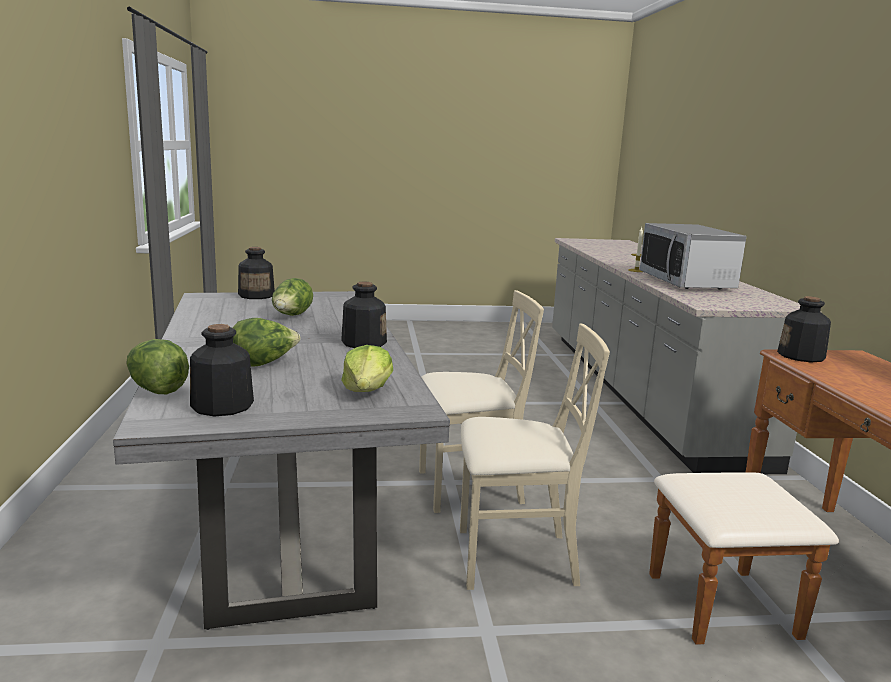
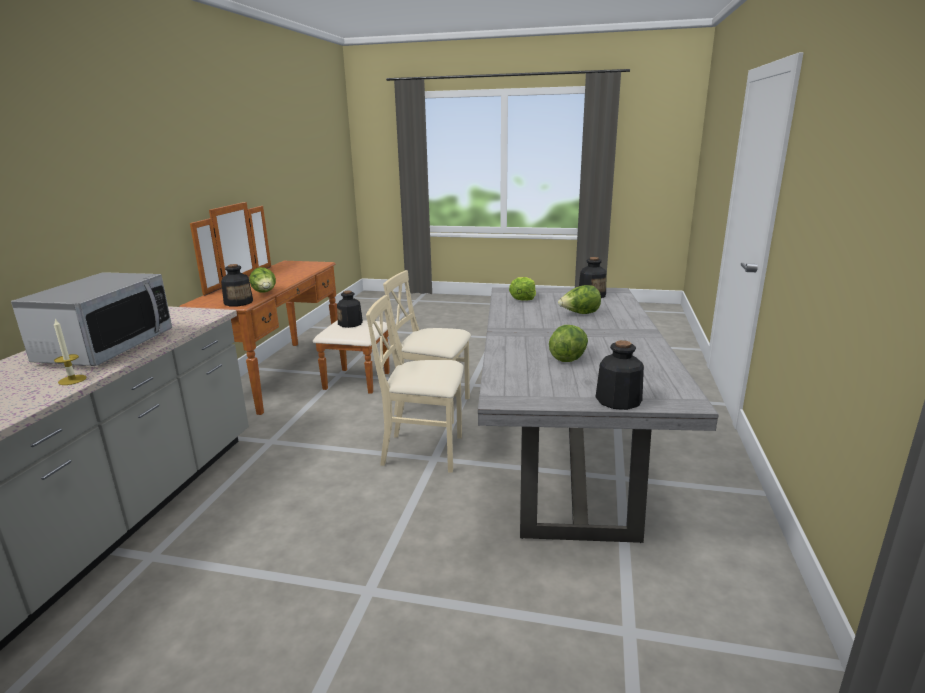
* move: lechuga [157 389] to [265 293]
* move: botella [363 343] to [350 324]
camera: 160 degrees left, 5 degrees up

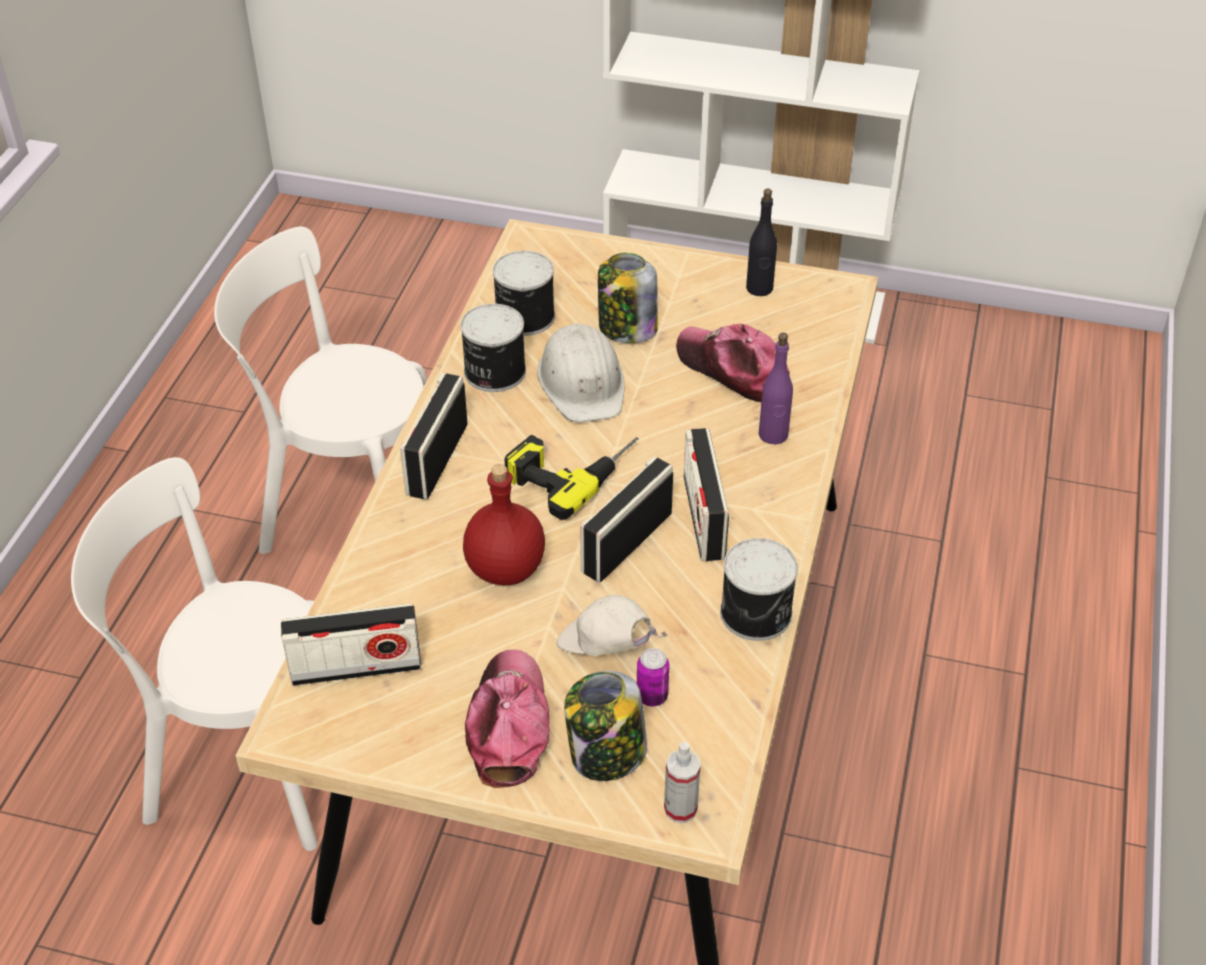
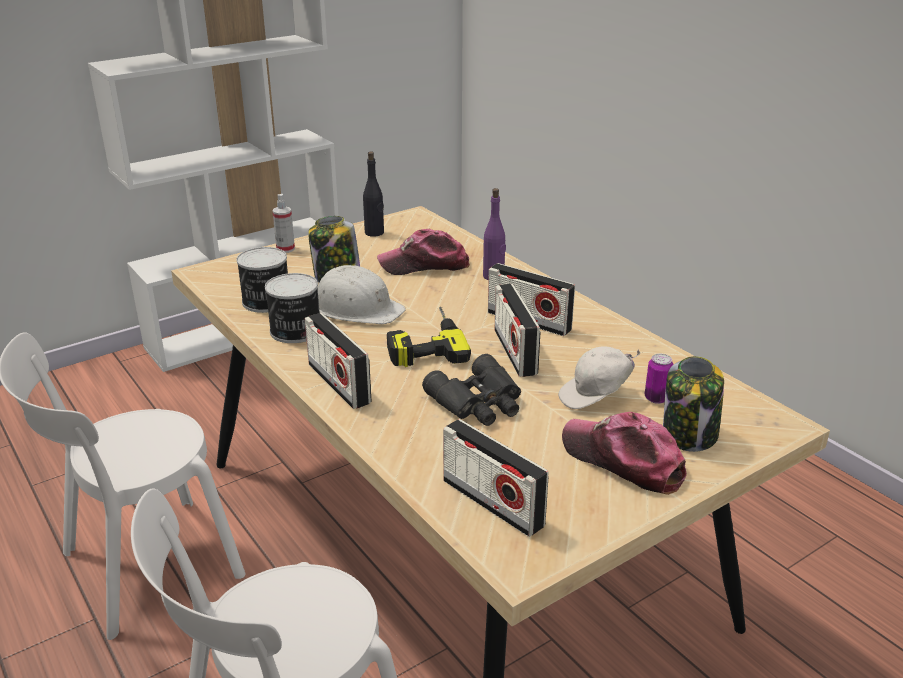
* rotate: radio [356 668] = [492 503] 105 degrees clockwise
* replace: botella [rojo] [504 570] to prismáticos [negro] [479 402]
* move: pulverizador [680 809] to [285 249]
* delete: lata [757 614]
camera: 50 degrees left, 15 degrees down

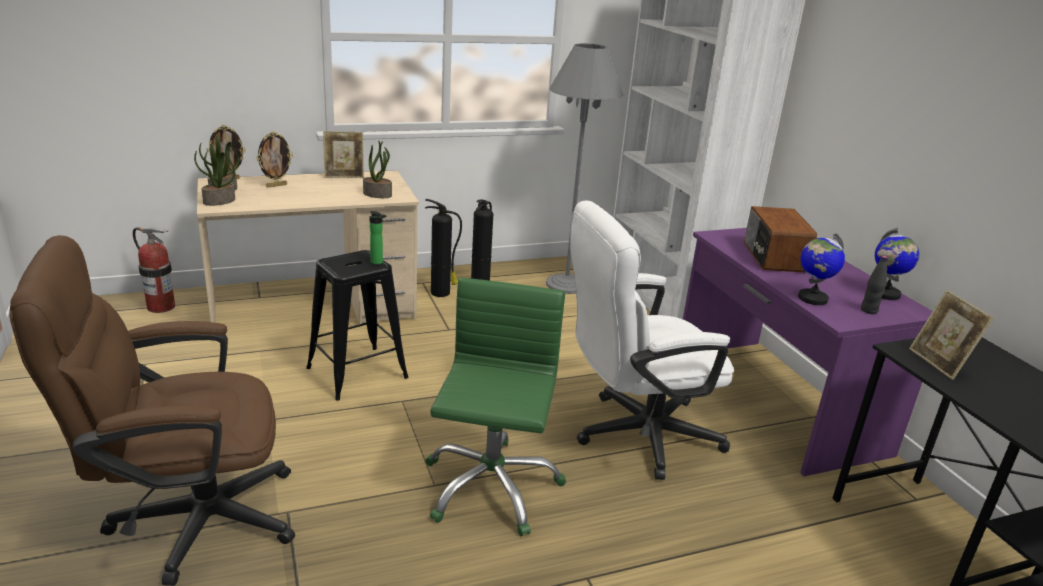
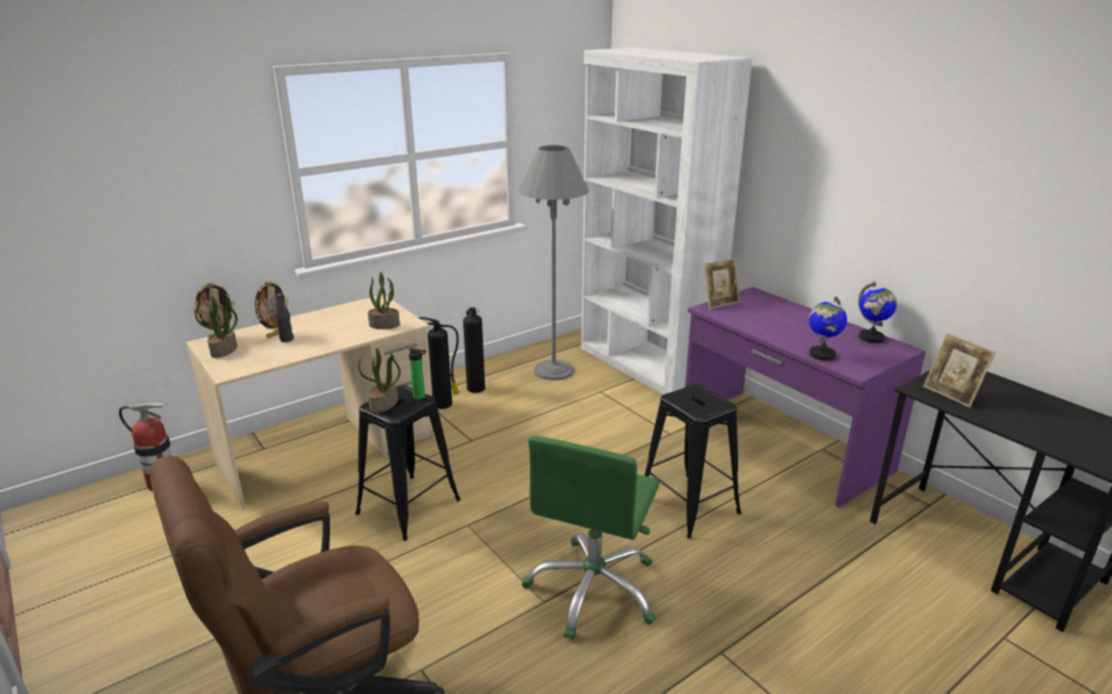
* move: planta en maceta [219 201] to [384 405]
* move: portarretratos [344 176] to [720 303]
* rotate: silla de oficina [verde] [490 486] = [594 589] 150 degrees counterclockwise
* replace: silla de oficina [blanco] [634 435] to taburete [negro] [689 505]
* delete: radio [773 257]
* move: botella [negro] [869 310] to [286 339]
camera: 15 degrees left, 0 degrees up

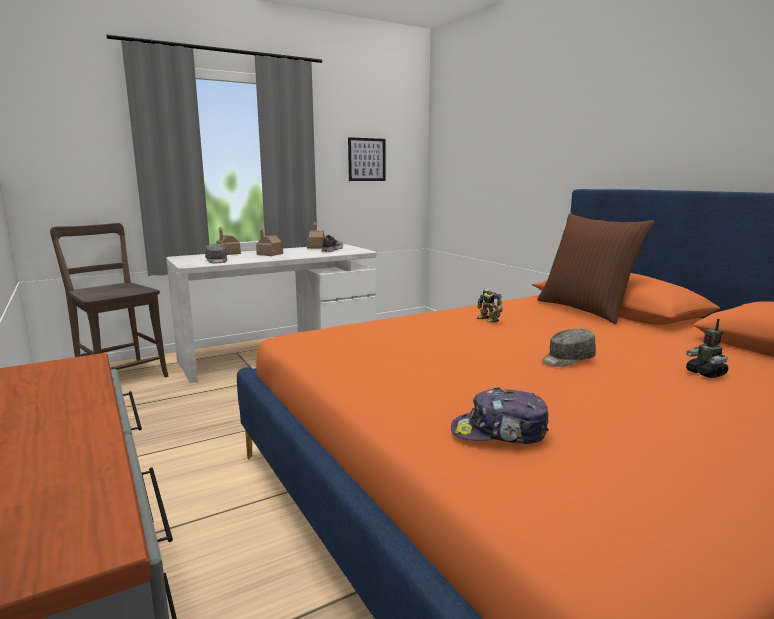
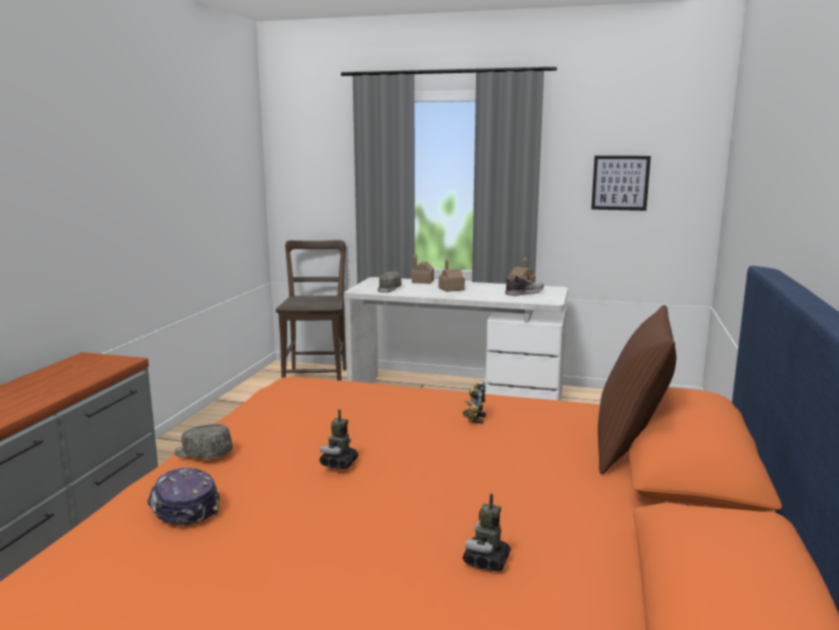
* move: gorra [gris] [567 359] to [202 454]
* insert: robot de juguete [339 463]
camera: 45 degrees right, 0 degrees up

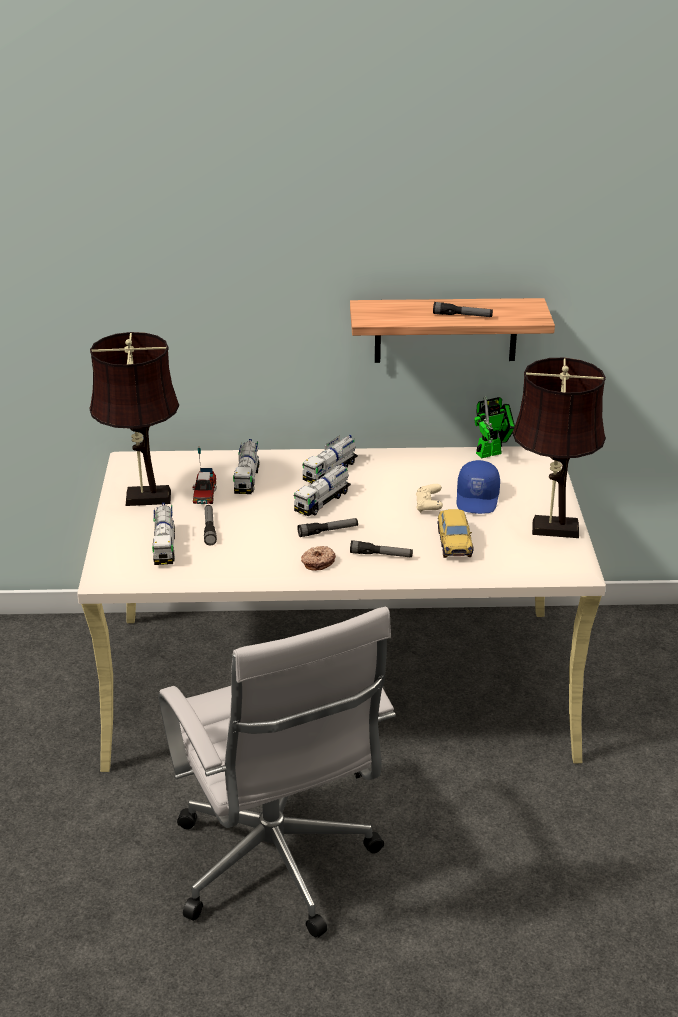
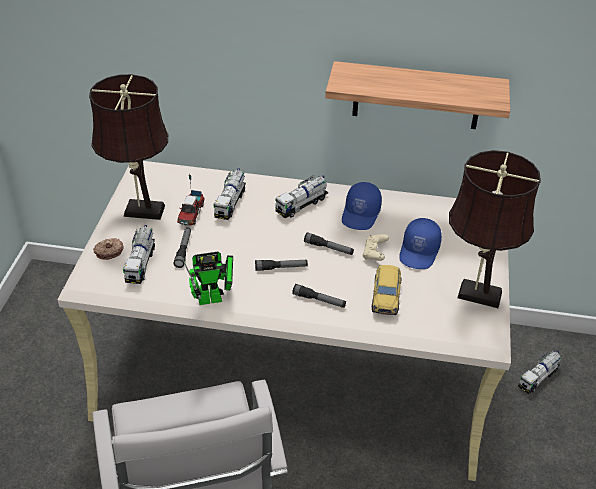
* move: camión de juguete [322 501] to [538 378]
* move: rosquilla [317 562] to [109 251]
* move: linterna [462 316] to [328 248]
* move: robot de juguete [492 452] to [214 299]
* insert: gorra [azul] [361 214]
camera: 10 degrees right, 10 degrees up

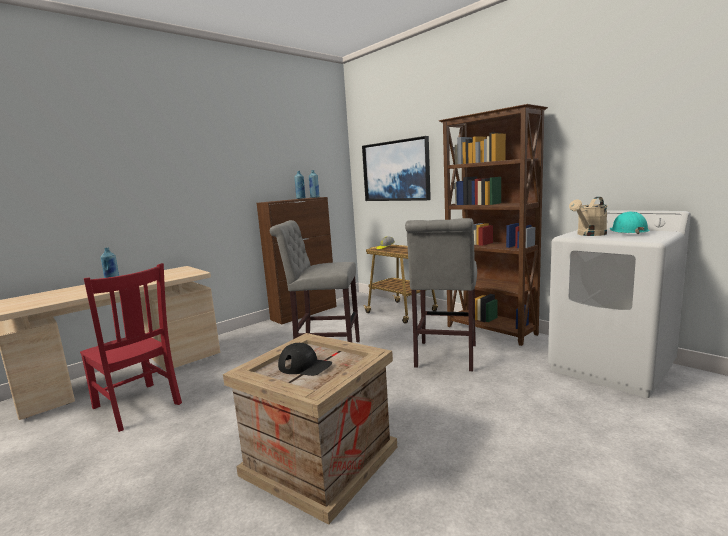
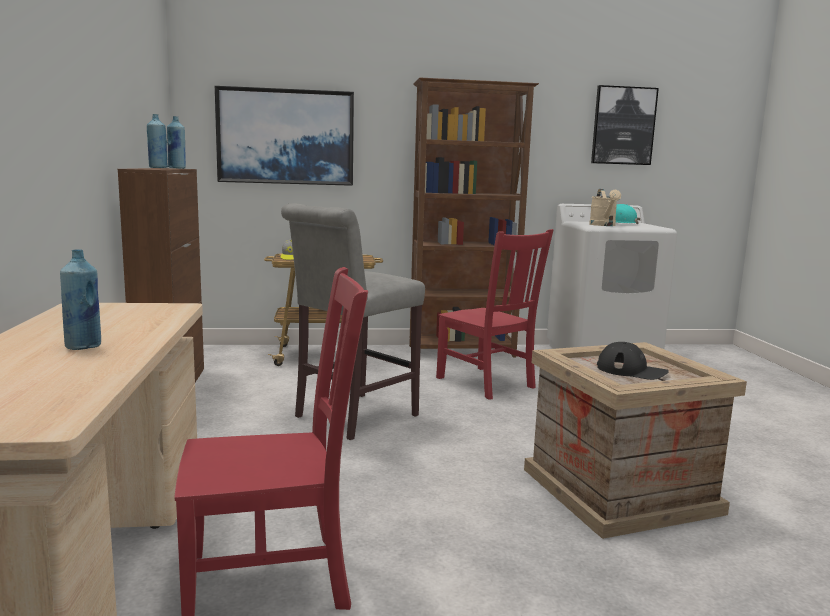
* rotate: gorra [negro] [305 366] = [631 370] 60 degrees clockwise
* replace: taburete [gris] [445 358] to silla [rojo] [487 383]
* insert: cuadro [623 126]
camera: 55 degrees left, 0 degrees up

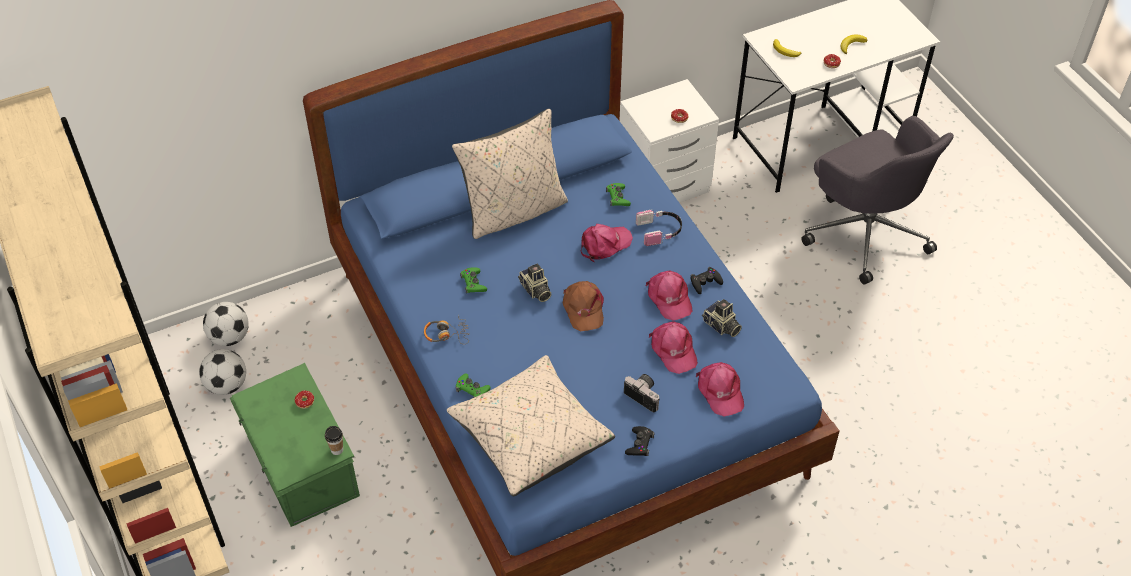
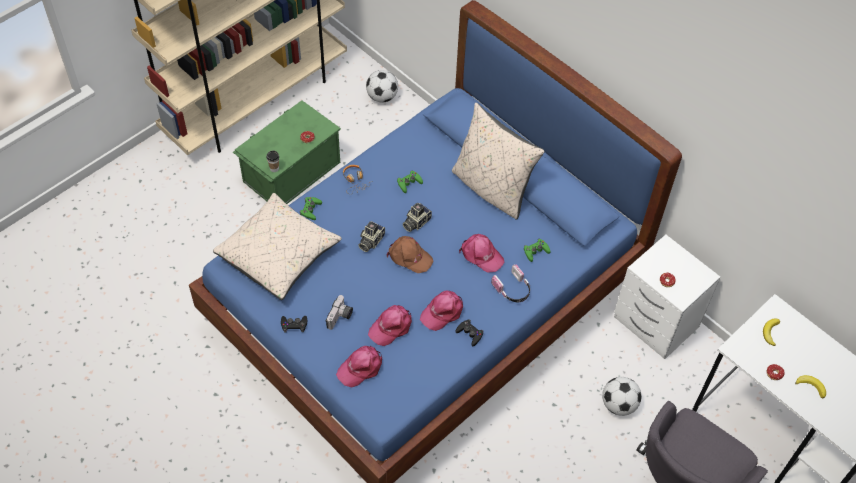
* move: balón de fútbol [227 385] to [618 404]
* rotate: gorra [marrón] [583 308] = [409 257] 120 degrees counterclockwise
* move: cámara [721 326] to [370 241]
camera: 70 degrees right, 5 degrees up

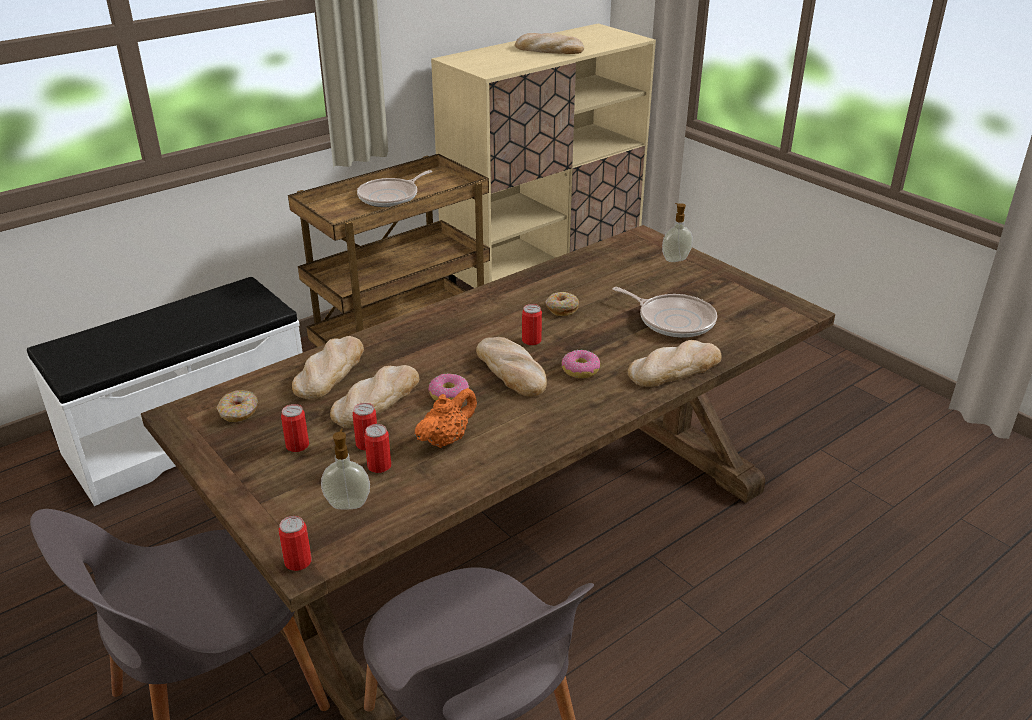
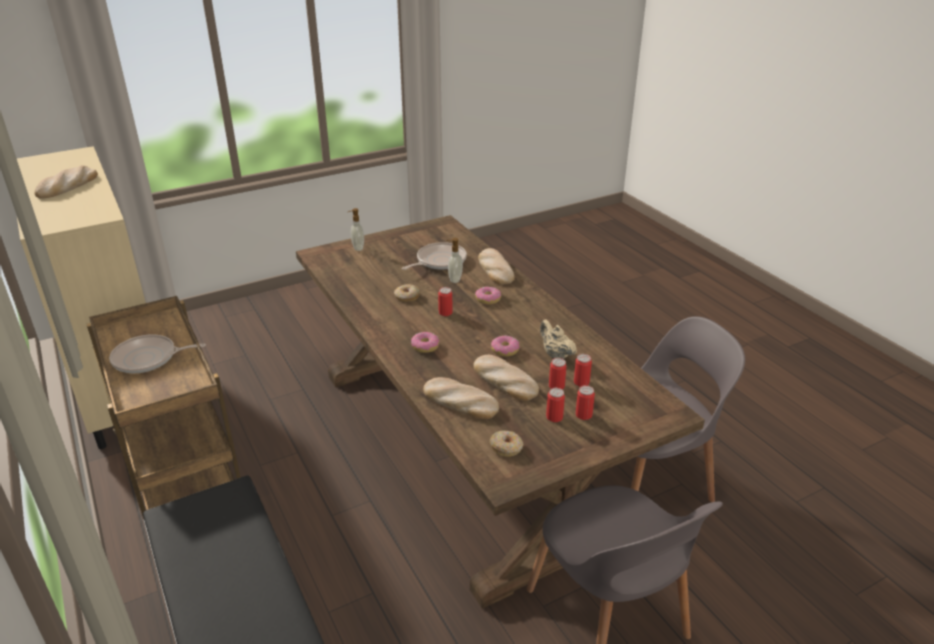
* move: lata [298 562] to [583 415]
* move: dispensador de jabón [348 503] to [454 279]
* rotate: sartén [391 197] = [148 359] 120 degrees clockwise
* recolor: tetera [naranja] [446 439] to tetera [beis] [555 354]
* delete: pan [512 370]
* insert: rosquilla [425 346]
camera: 80 degrees left, 0 degrees up

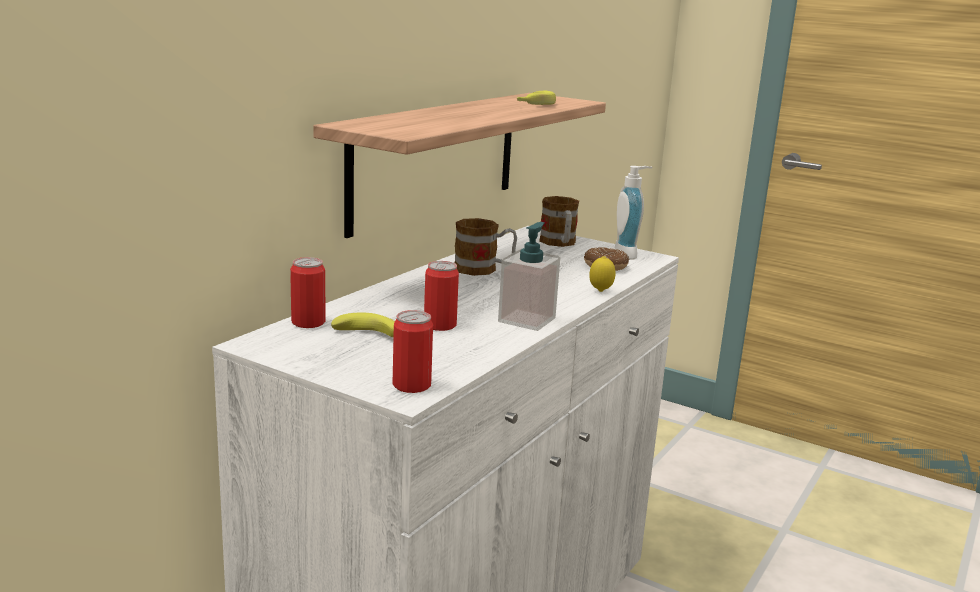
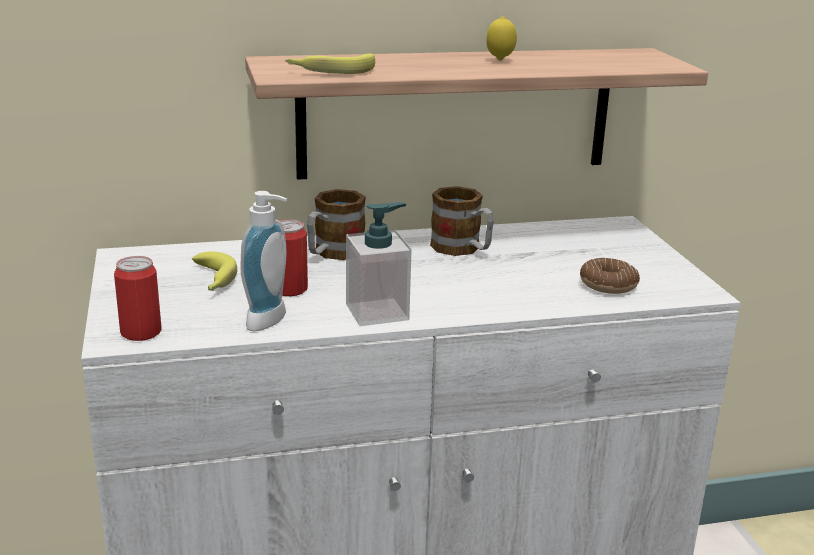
* delete: lata [308 322]
* move: plátano [532 104] to [331 71]
* move: taza grande [559 243] to [333 253]
* move: limón [600 291] to [500 60]
* move: dispensador de jabón [629 254] to [271 322]
camera: 45 degrees right, 5 degrees up

